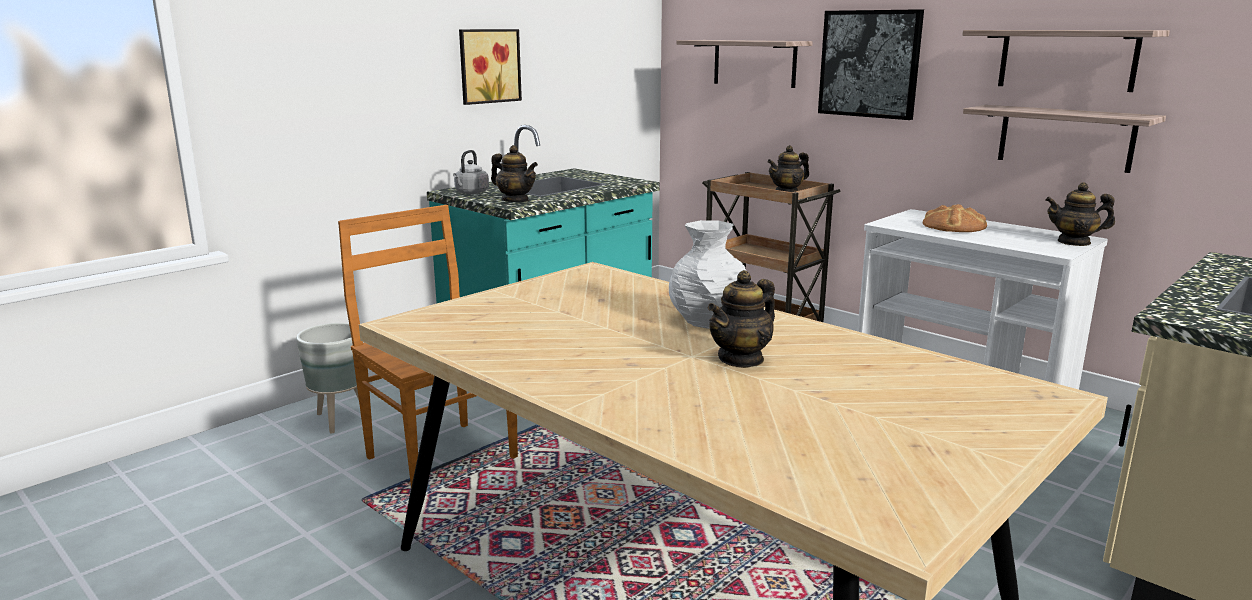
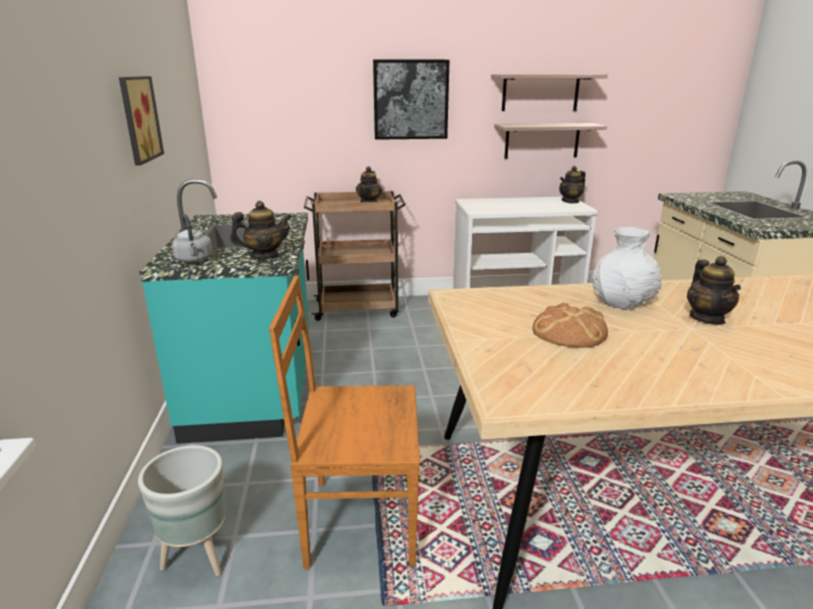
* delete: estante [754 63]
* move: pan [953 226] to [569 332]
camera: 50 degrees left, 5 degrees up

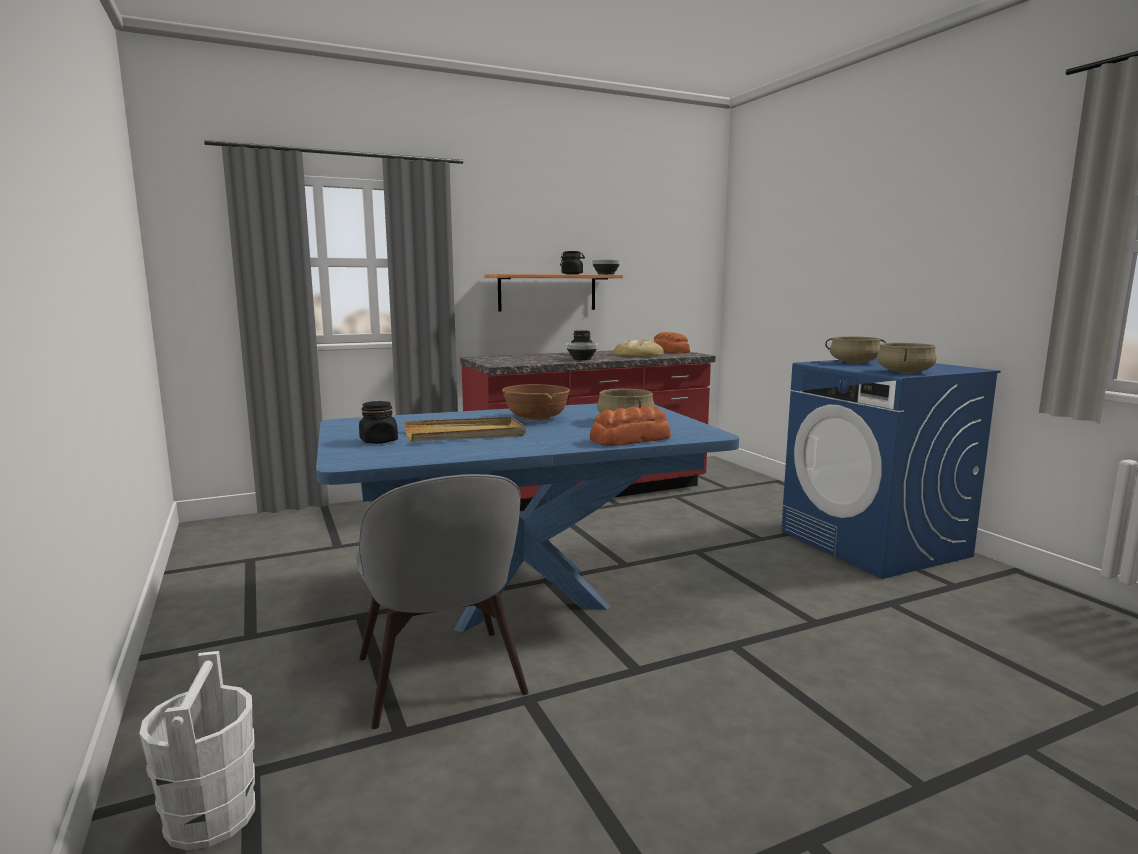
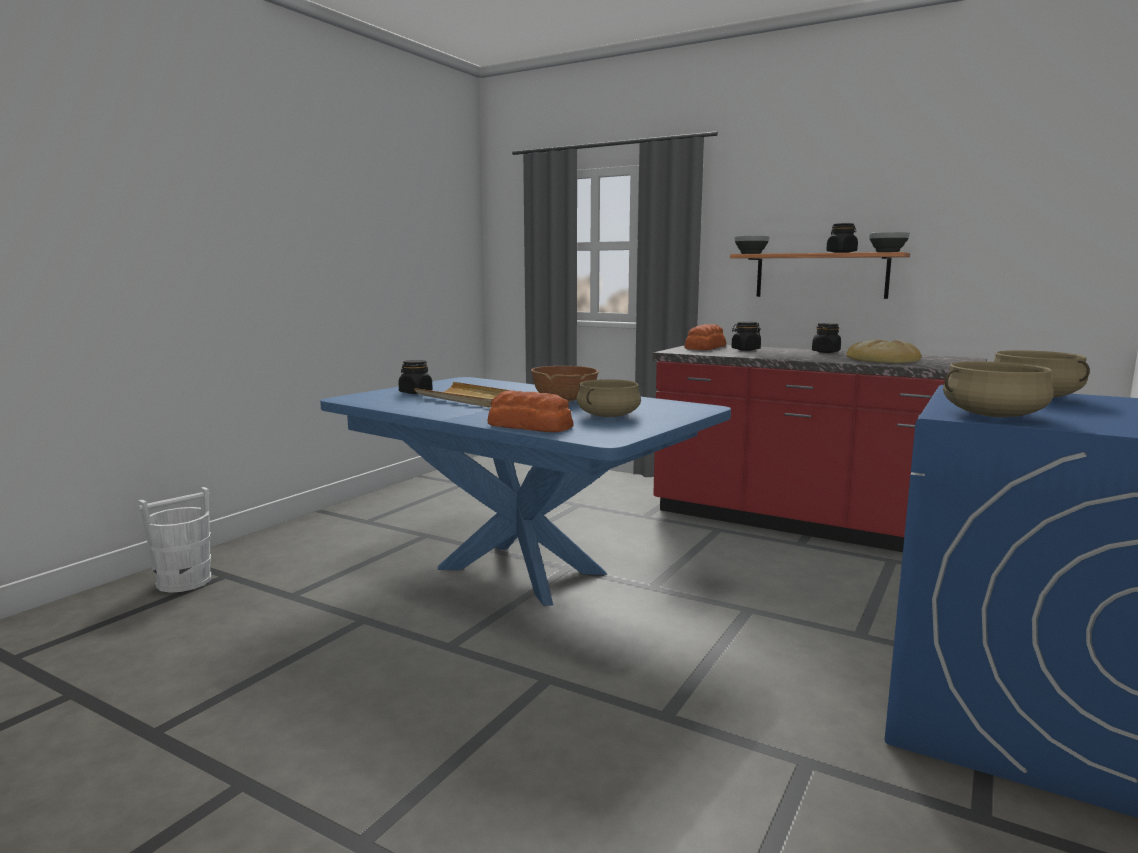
* delete: silla [gris] [441 679]
* move: cuenco [581 359] to [750 253]
* move: pan [670 351] to [704 347]
* insert: tarro [negro] [745 349]
camera: 55 degrees right, 0 degrees up

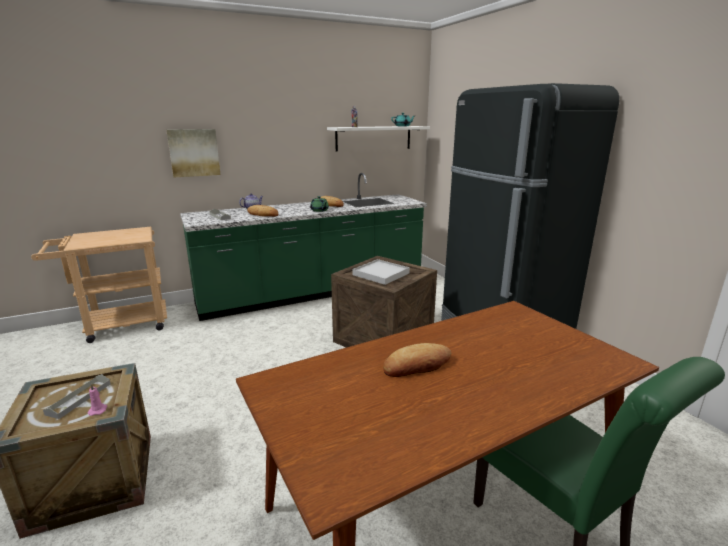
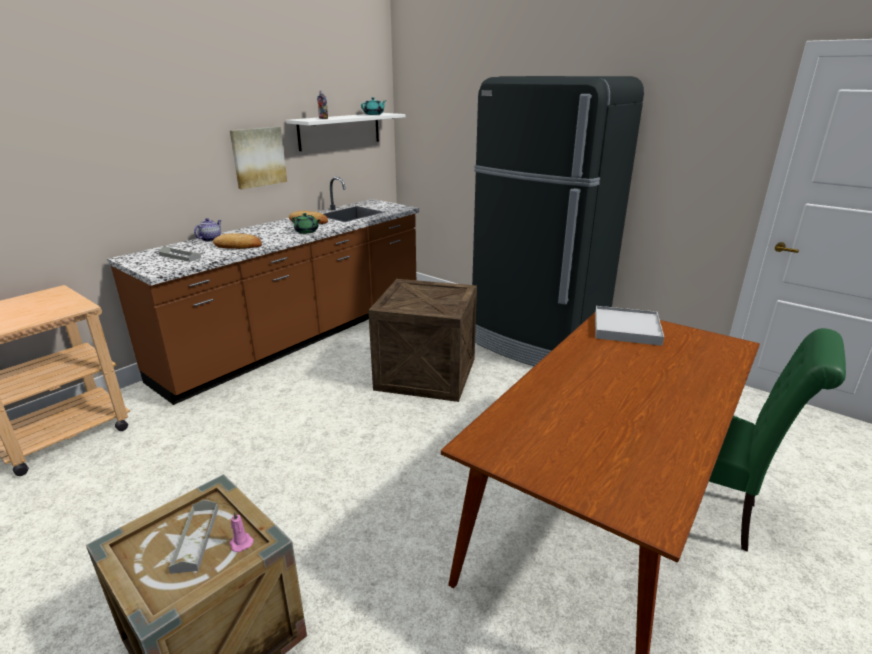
* move: cuadro [194 152] to [258 157]
* recolor: mueble bajo de cocina [verde] [313 293] to mueble bajo de cocina [marrón] [301 337]
* move: bandeja [blanco] [381 274] to [626 329]
* delete: pan [417 365]
camera: 25 degrees left, 5 degrees up

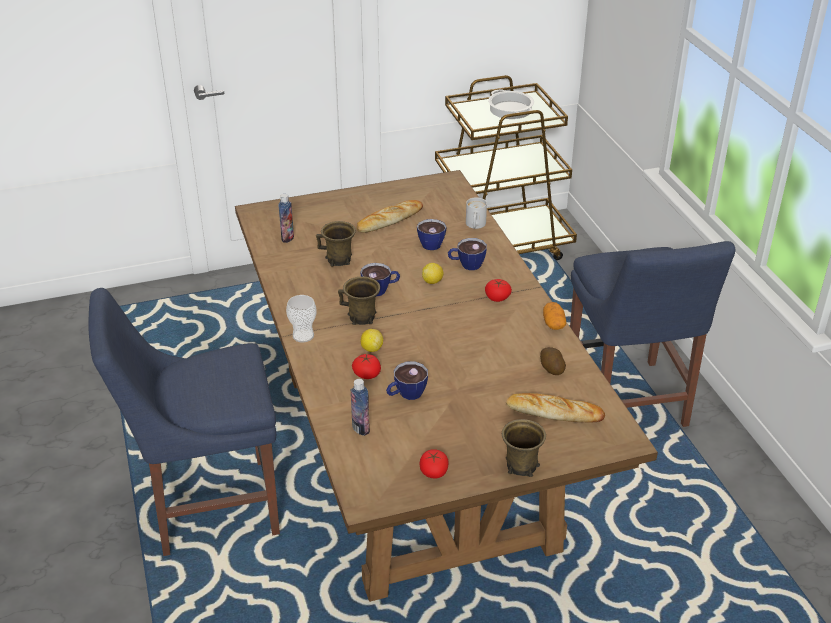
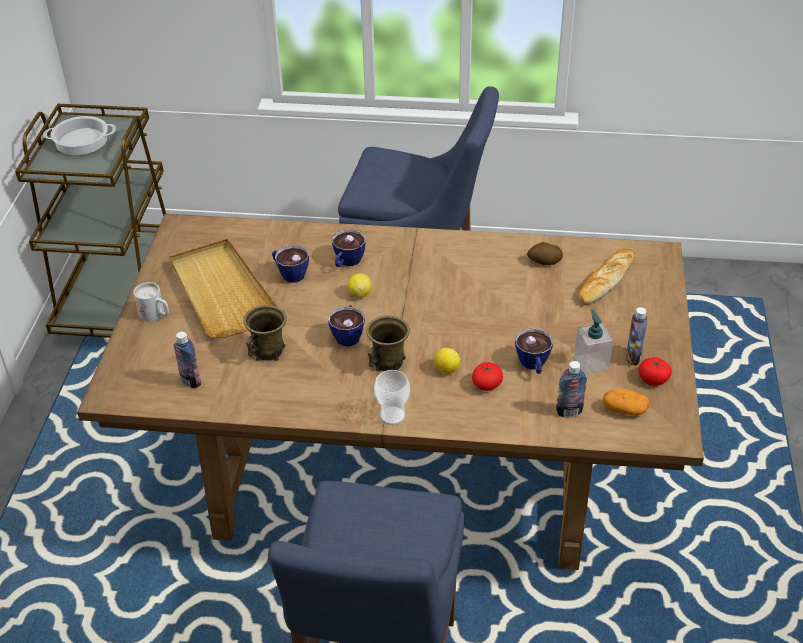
* replace: pan [389 220] to bandeja [beis] [221 292]
* move: taza grande [blanco] [475 226] to [156 315]
* delete: tomate [497 297]
* delete: taza grande [marrón] [520 465]
* move: patata [553 323] to [624 410]
* insert: dispensador de jabón [591 363]
* insert: botella [633 357]
camera: 65 degrees left, 5 degrees up

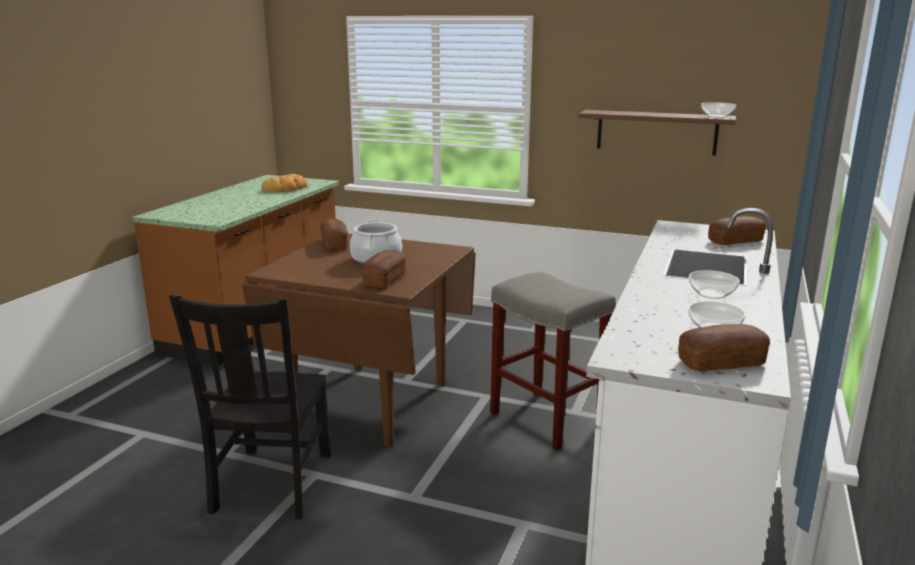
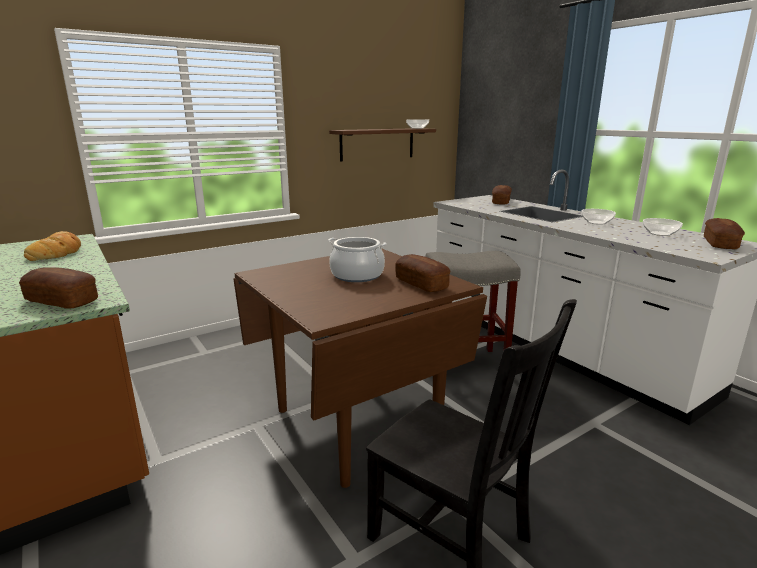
* move: pan [334 244] to [62 301]
camera: 55 degrees left, 0 degrees up

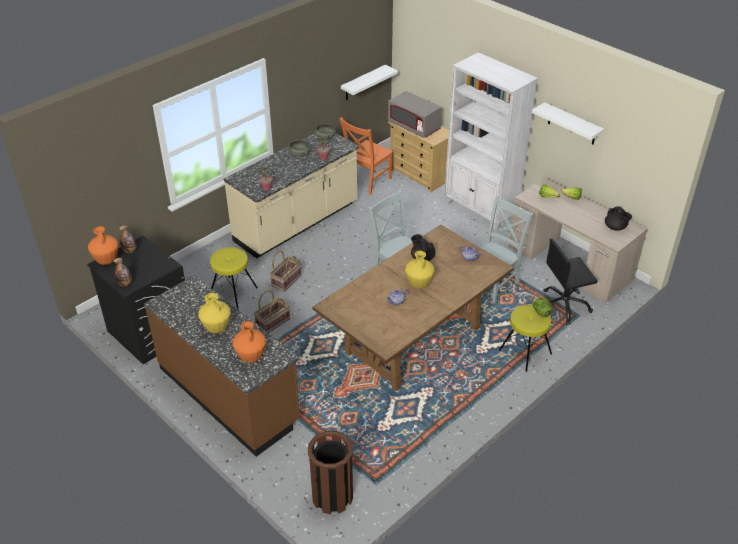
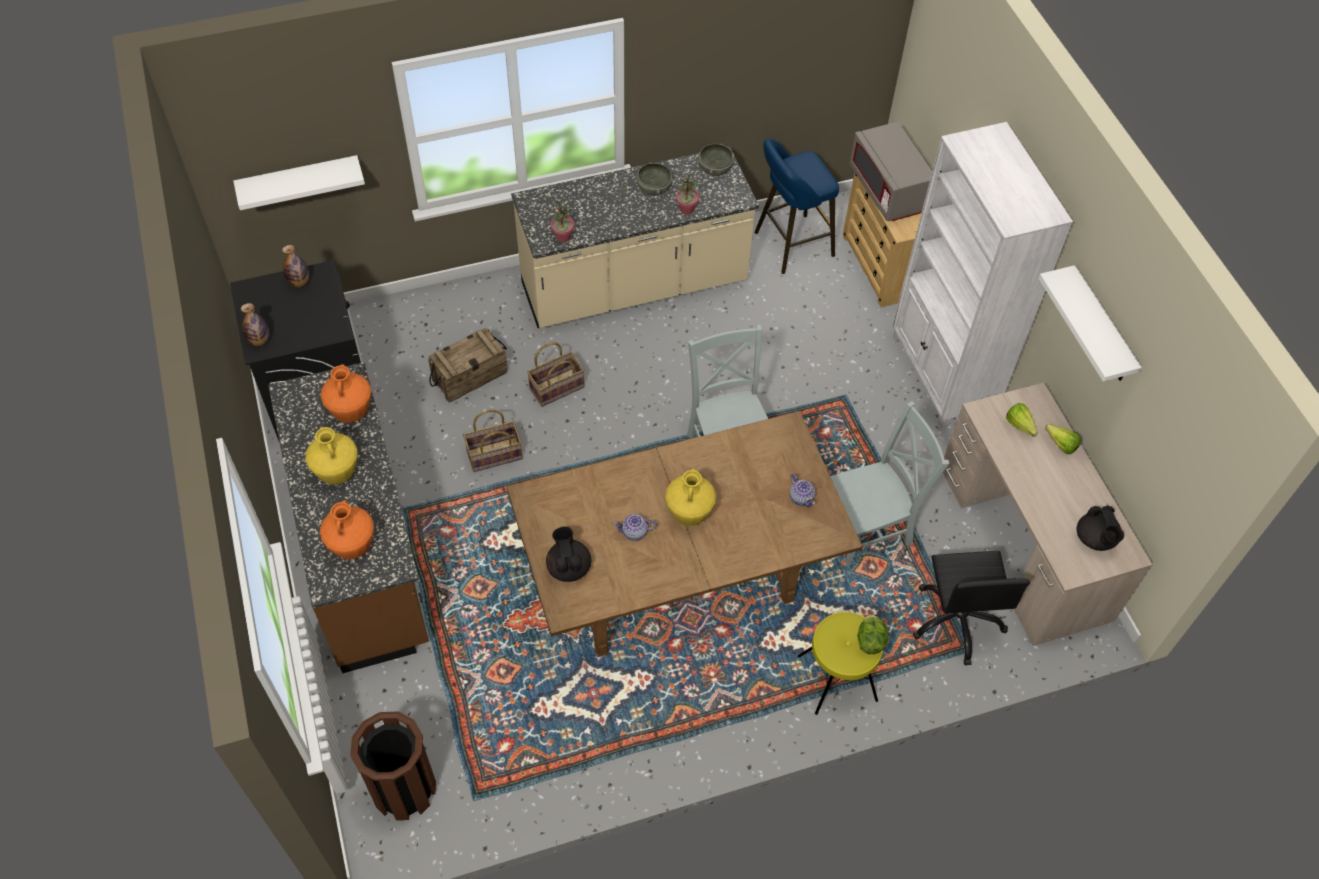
* move: florero [naranja] [107 261] to [351 413]
* replace: taburete [amarillo] [233 292] to caja de embalaje [470 376]
* replace: silla [naranja] [366 181] to taburete [azul] [789 245]
* move: estante [blanco] [363 83] to [299 181]
* move: tetera [negro] [422 258] to [568 567]
* rotate: silla de oficina [negro] [563 306] = [957 620] 105 degrees counterclockwise
camera: 25 degrees right, 15 degrees up

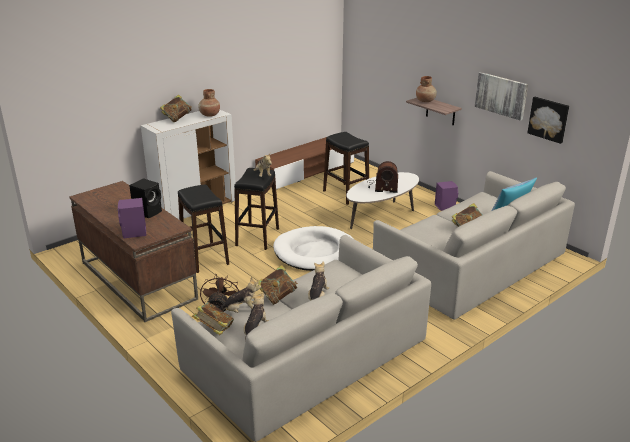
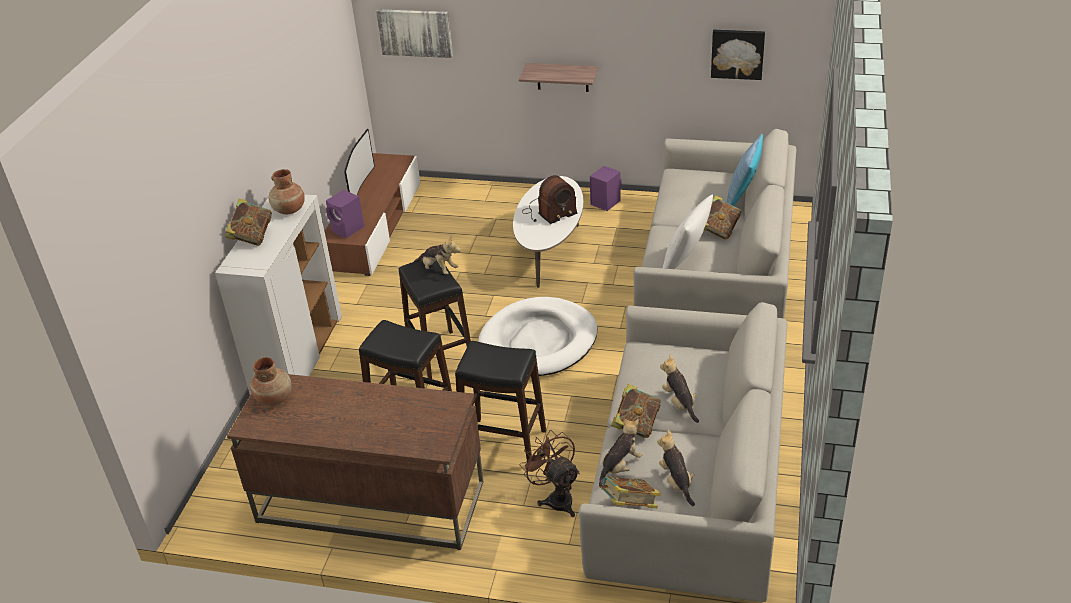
* move: altavoz [morado] [134 233] to [348 229]
* delete: altavoz [negro] [148 212]
* move: taburete [negro] [346 194] to [504 442]
* move: florero [marrón] [425 101] to [274 398]
* move: cuadro [501 95] to [415 32]
* insert: televisor [360 187]
* insert: cojín [blanco] [685 261]
camera: 35 degrees left, 10 degrees up

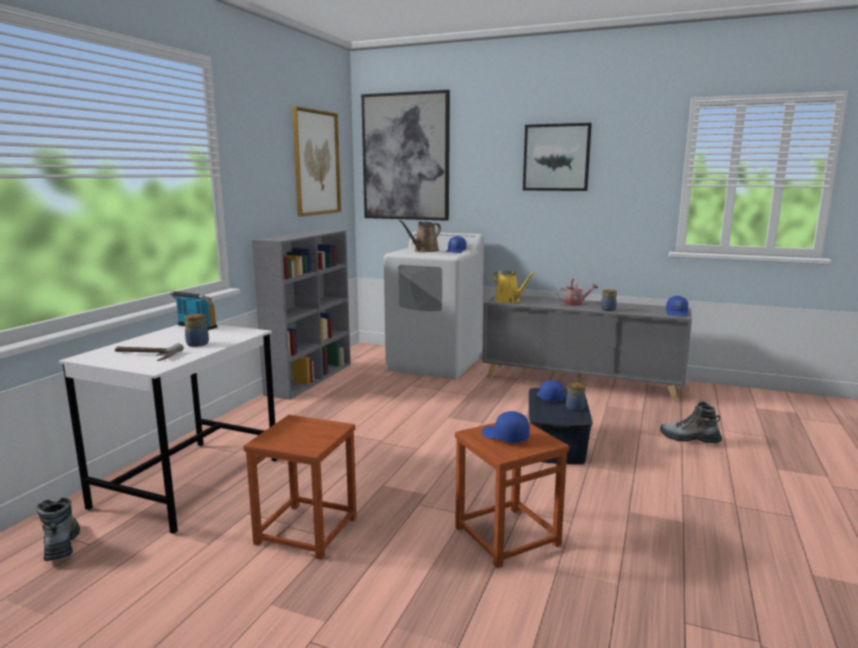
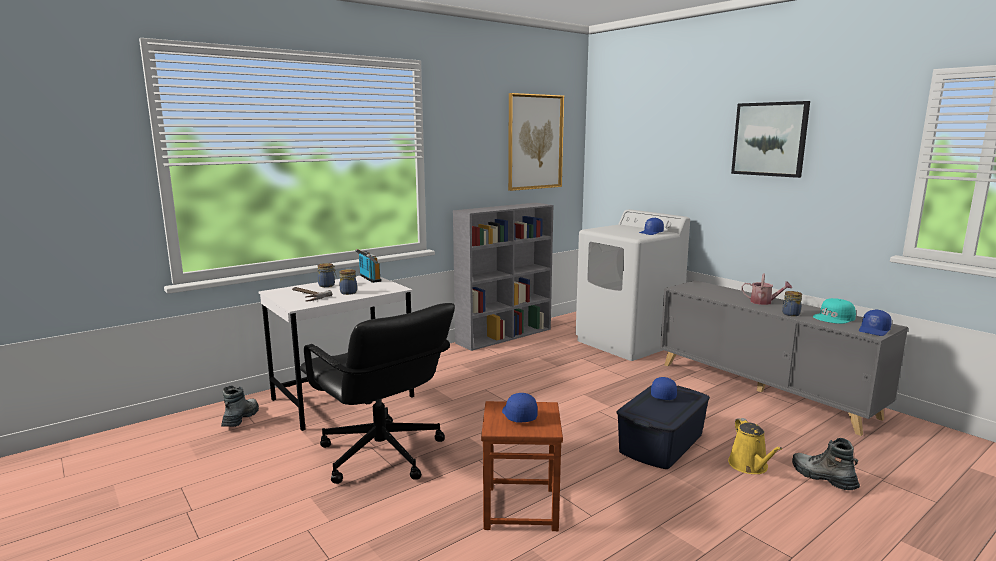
* replace: taburete [marrón] [307 531] to silla de oficina [negro] [381 455]
* delete: cuadro [406 157]
* delete: regadera [marrón] [424 251]
* move: regadera [amarillo] [509 300] to [750 466]
* move: tarro [575 408] to [327 285]
* insert: gorra [turquesa] [834 318]
camera: 30 degrees right, 0 degrees up

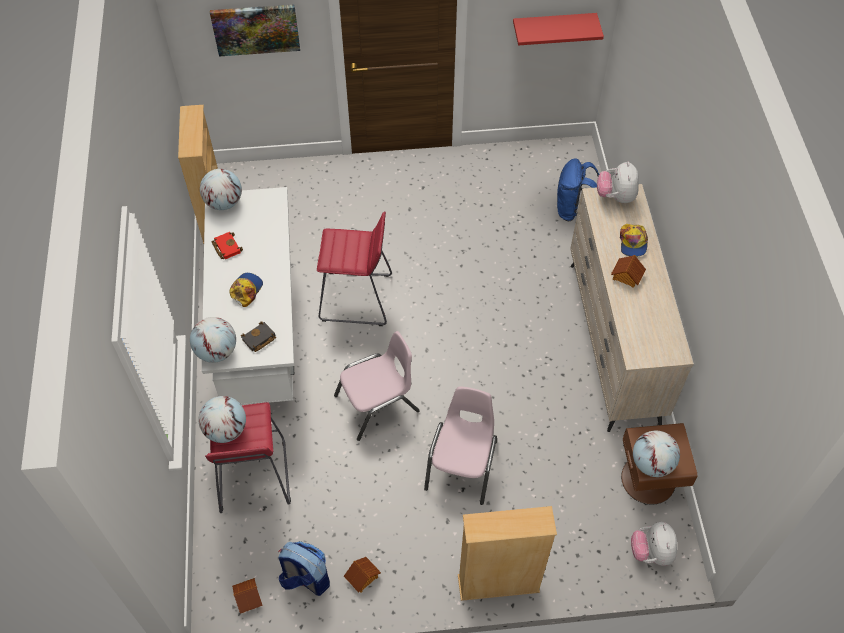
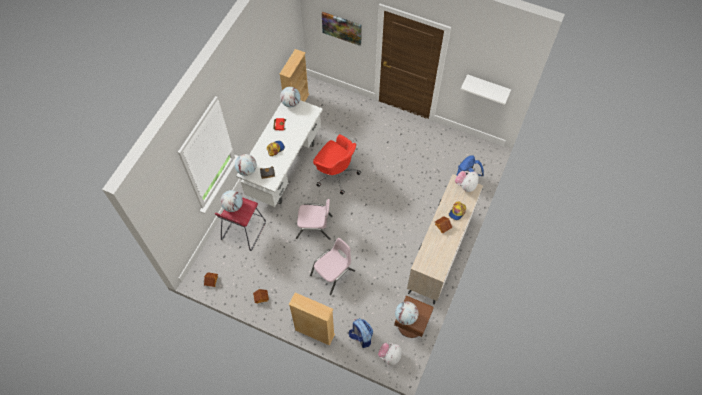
* move: mochila [305 578] to [361 336]
* replace: taburete [rojo] [356 298] to silla de oficina [rojo] [336 173]
* recolor: estante [rojo] [553 27] to estante [blanco] [487 87]
camera: 30 degrees right, 5 degrees up

